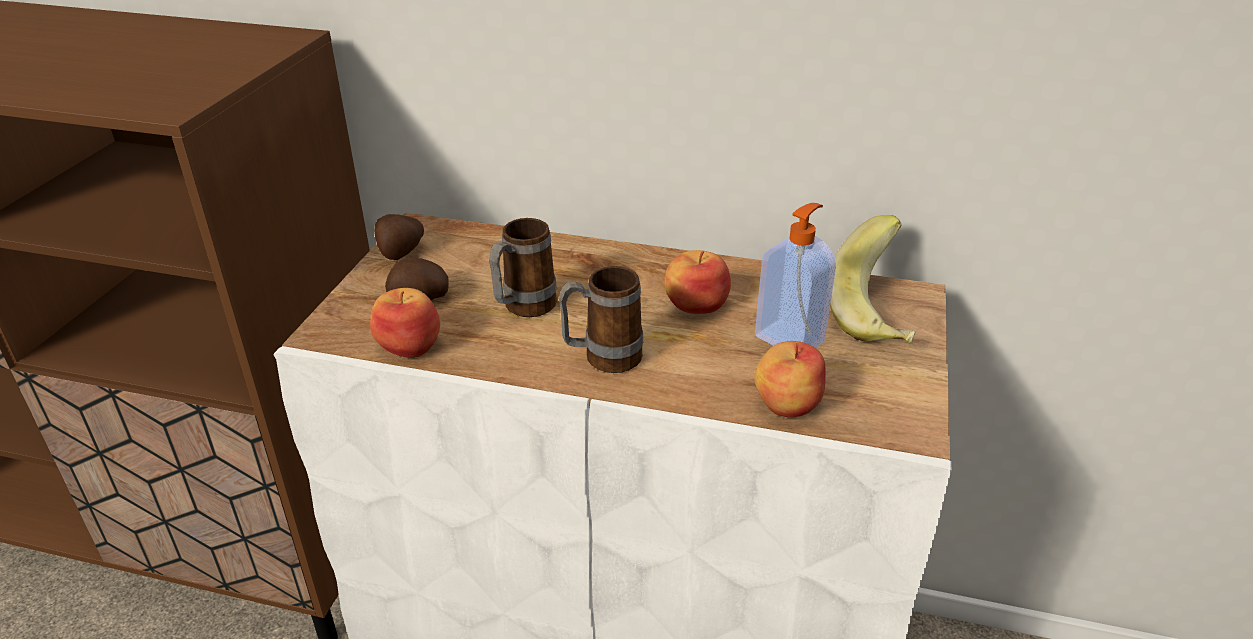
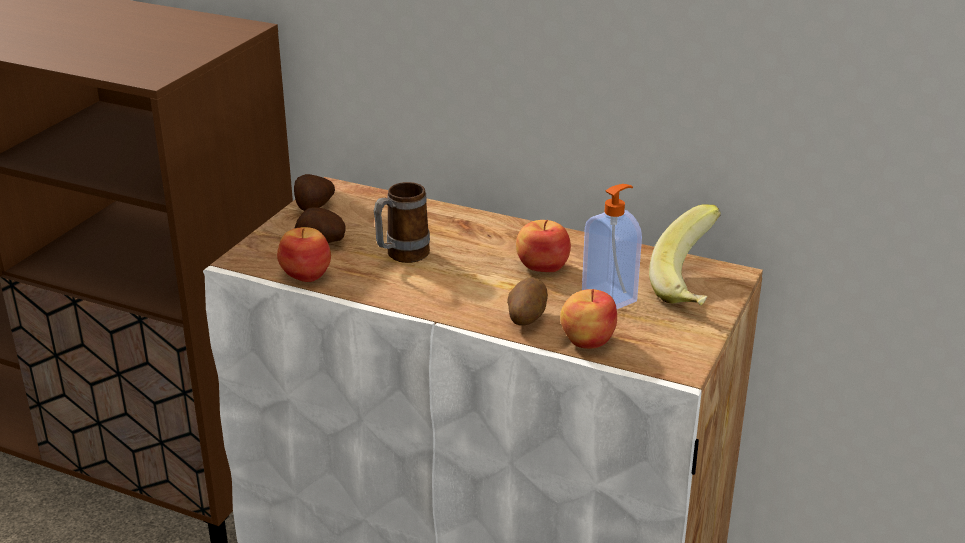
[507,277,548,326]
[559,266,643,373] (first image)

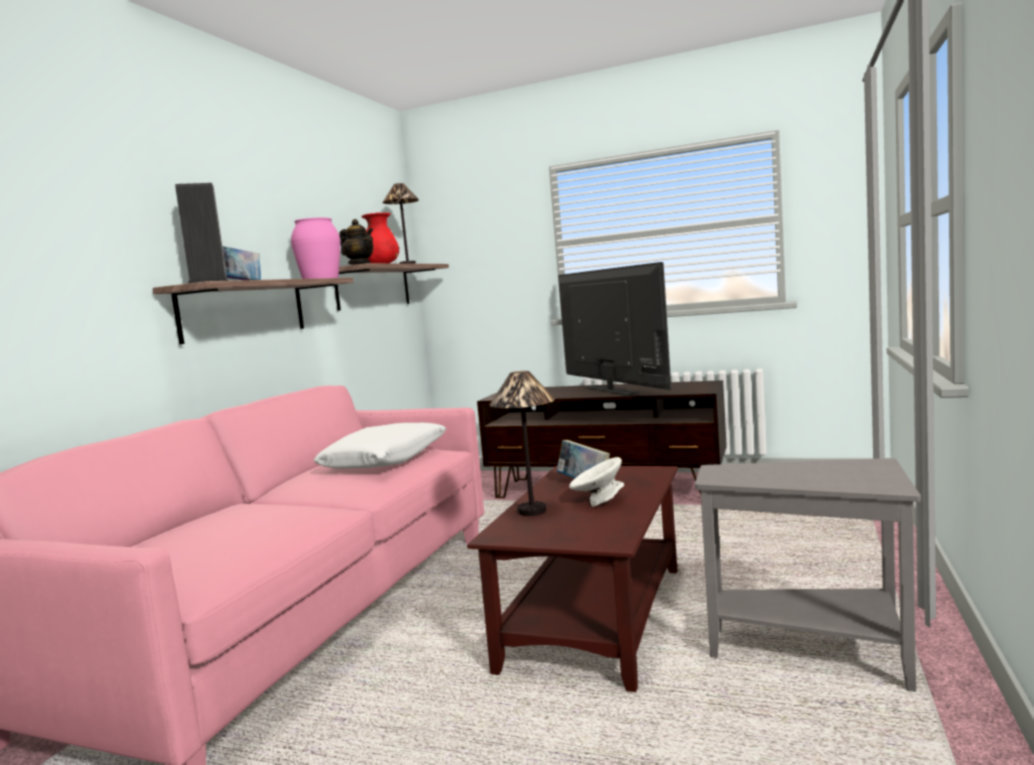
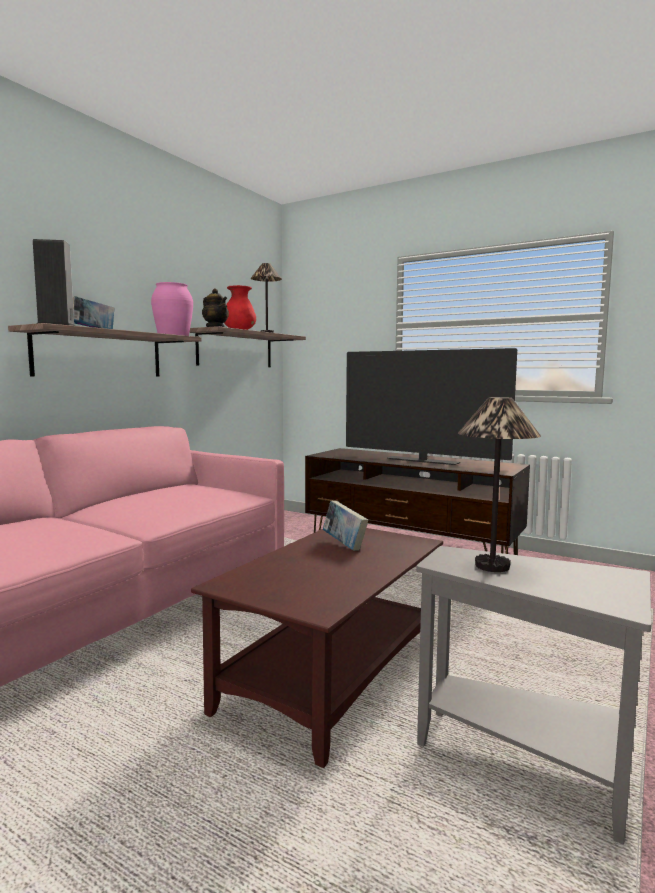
[346,348,517,465]
[458,397,541,572]
[313,423,447,469] (first image)
[569,457,624,507] (first image)

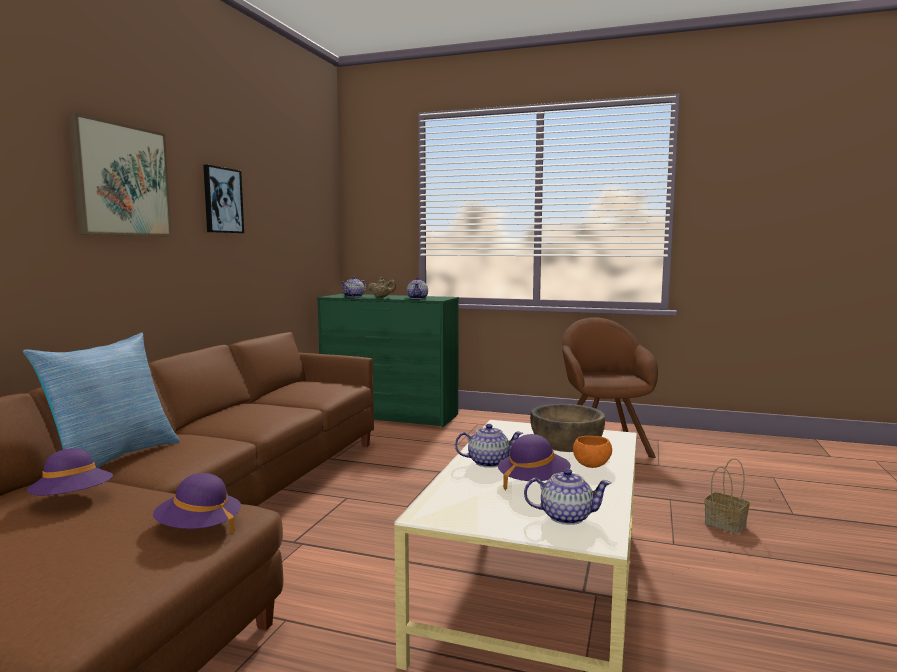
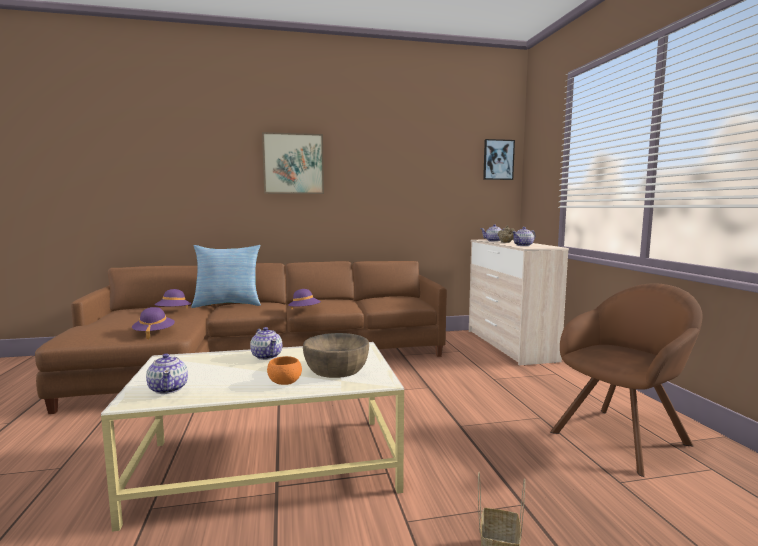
[288,289,321,309]
[469,239,569,366]
[483,139,515,180]

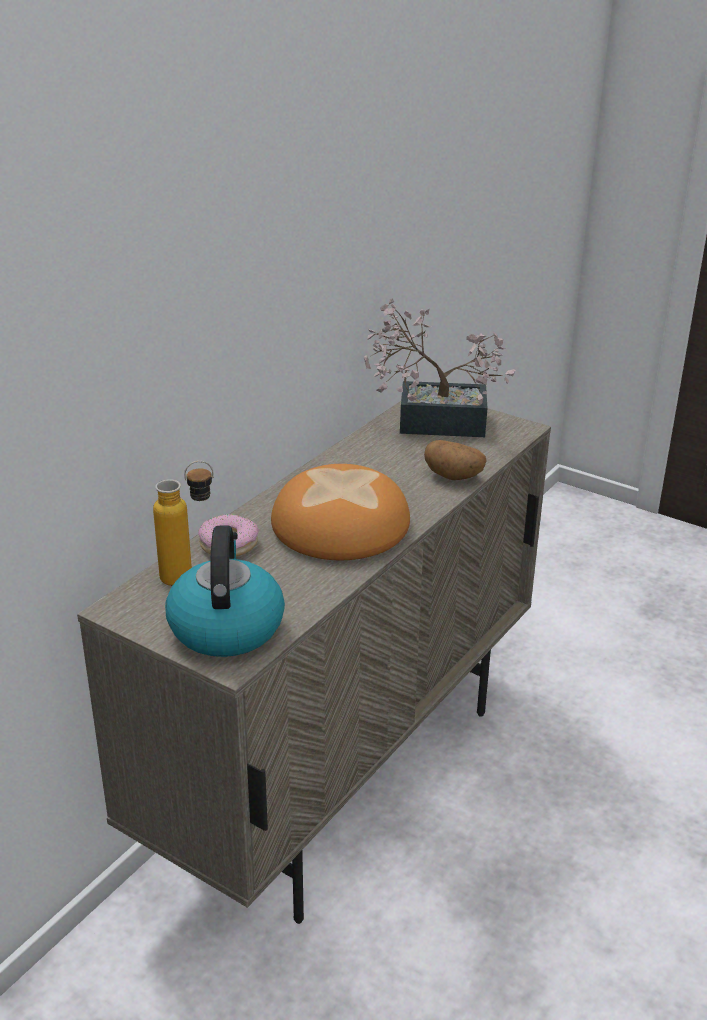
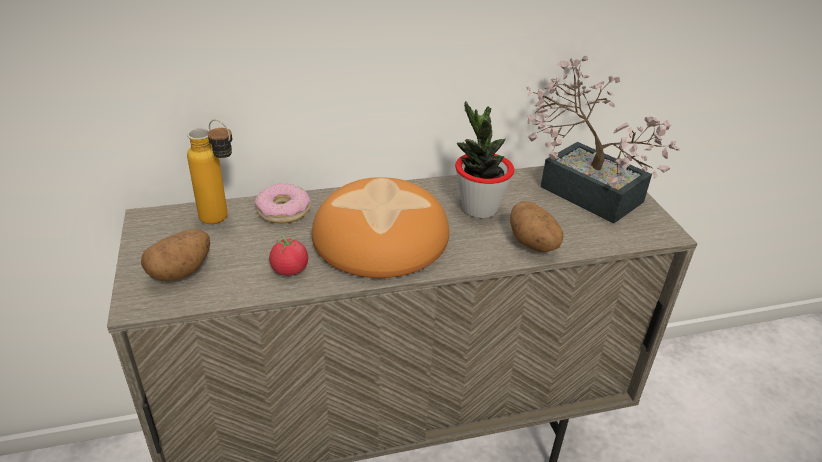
[141,229,210,281]
[269,234,308,276]
[455,101,514,218]

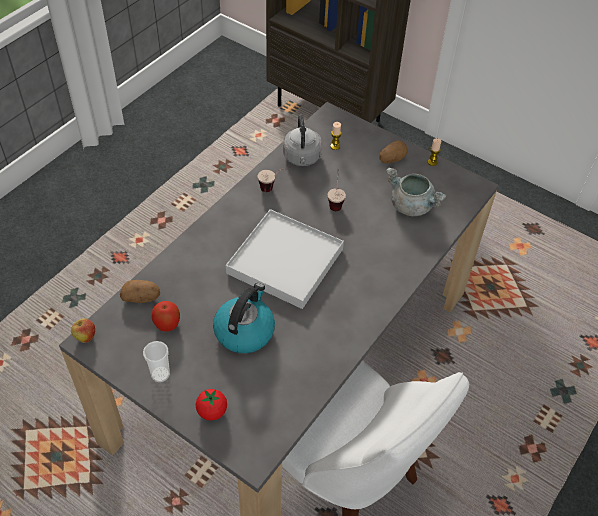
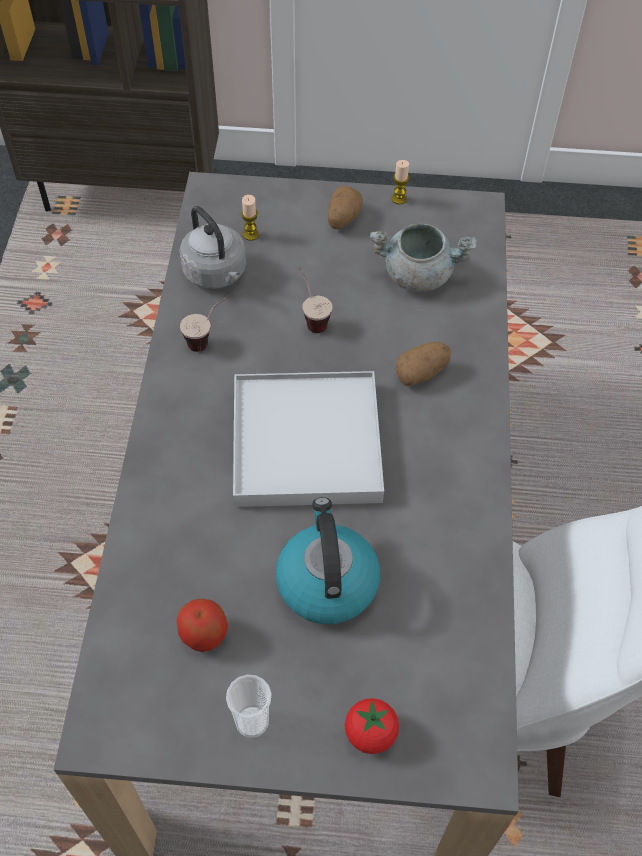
[396,342,451,386]
[71,318,95,343] (first image)

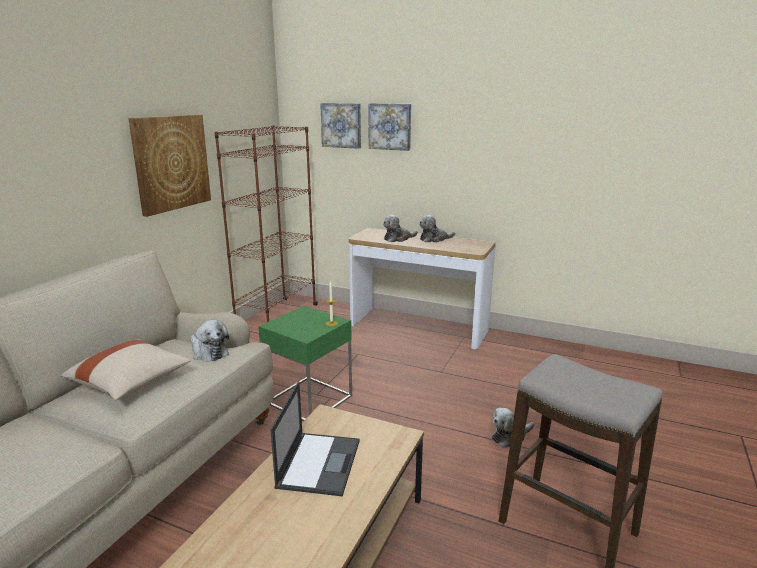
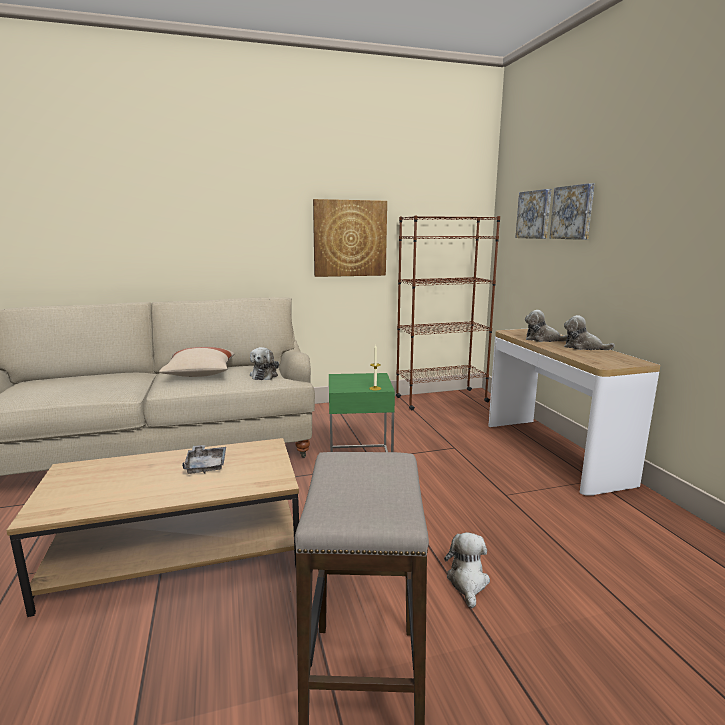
[182,445,226,474]
[444,532,490,608]

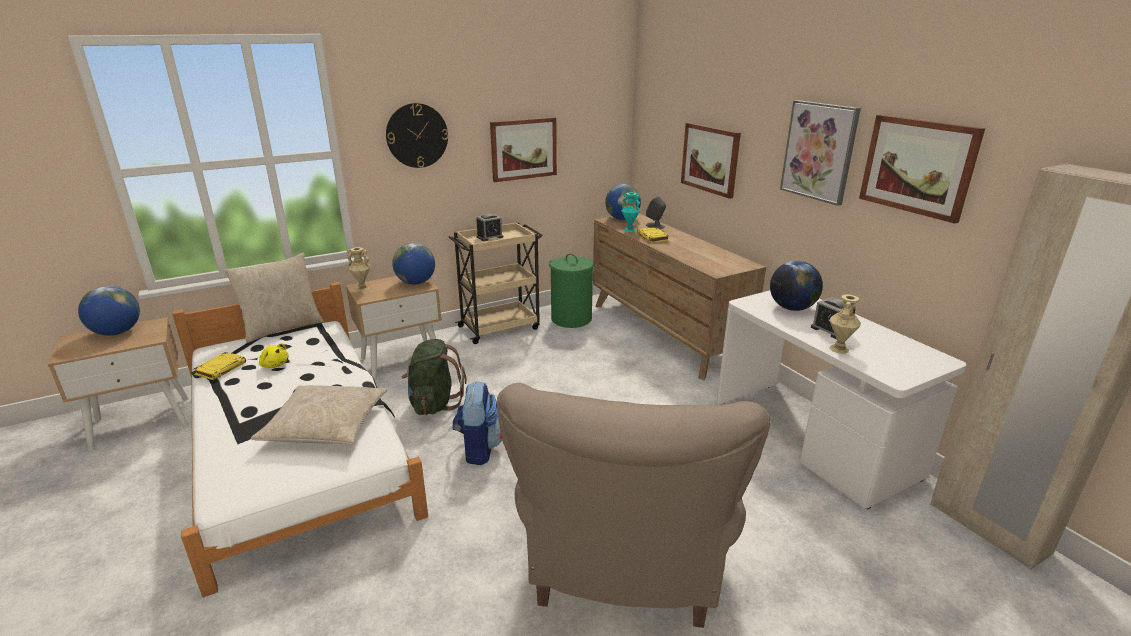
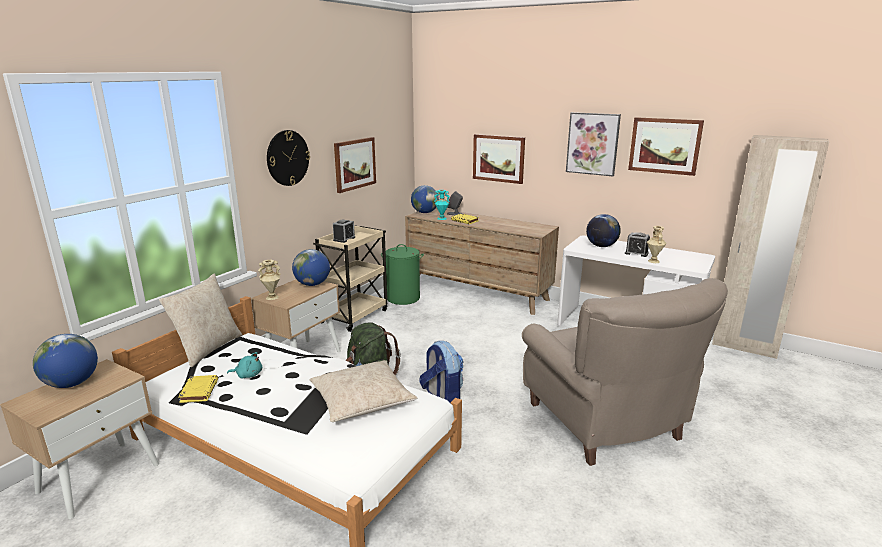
[227,352,262,379]

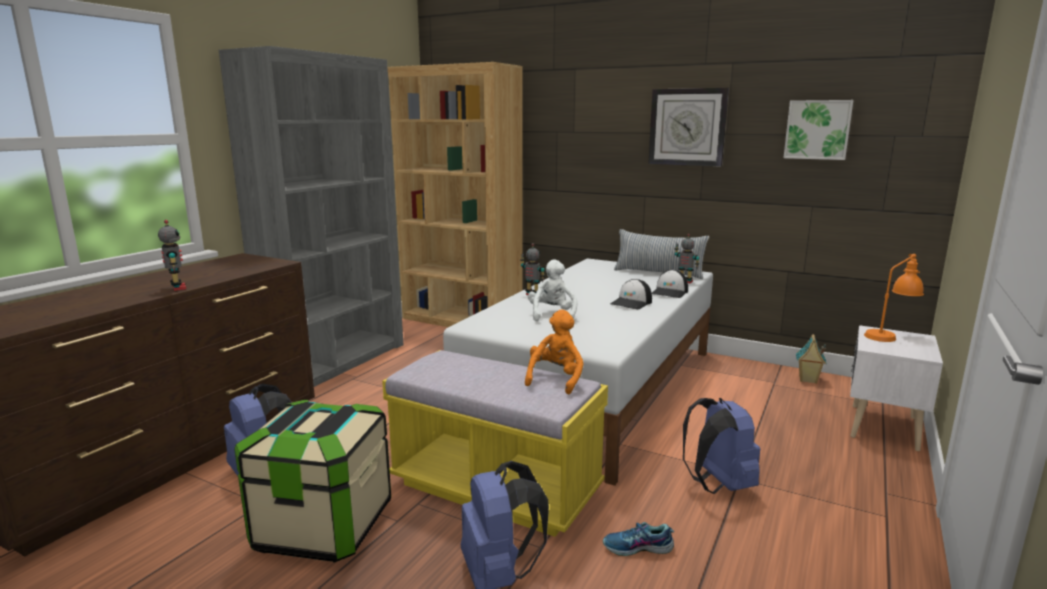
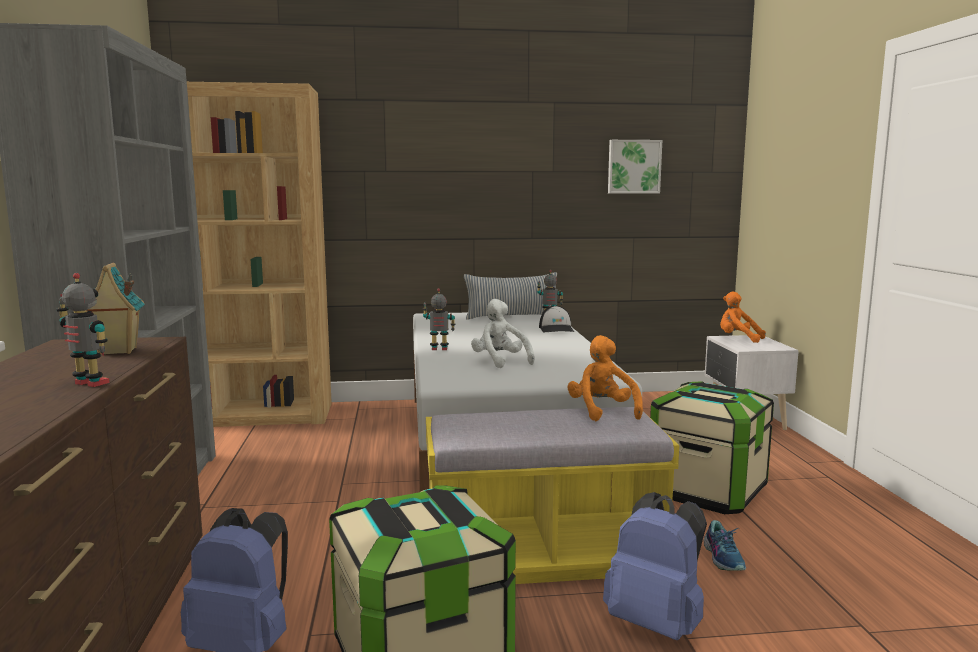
[87,262,145,355]
[650,381,774,514]
[704,520,746,571]
[720,291,766,343]
[610,279,652,309] (first image)
[648,88,729,167] (first image)

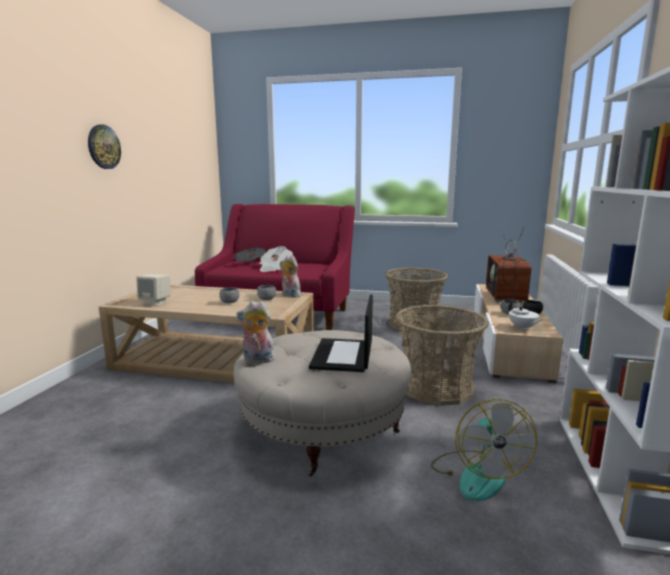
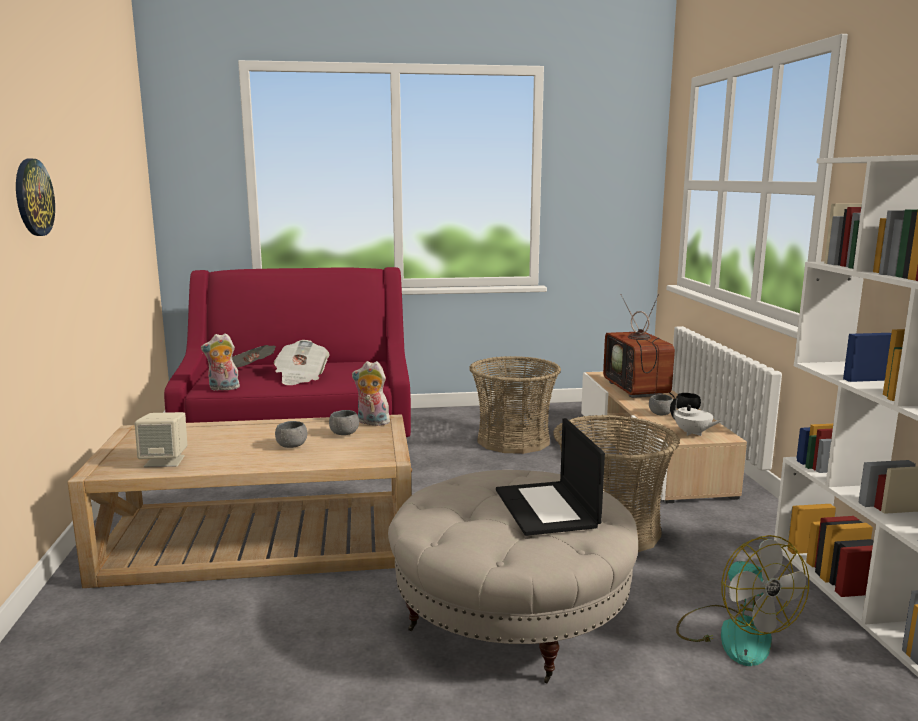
[201,333,241,391]

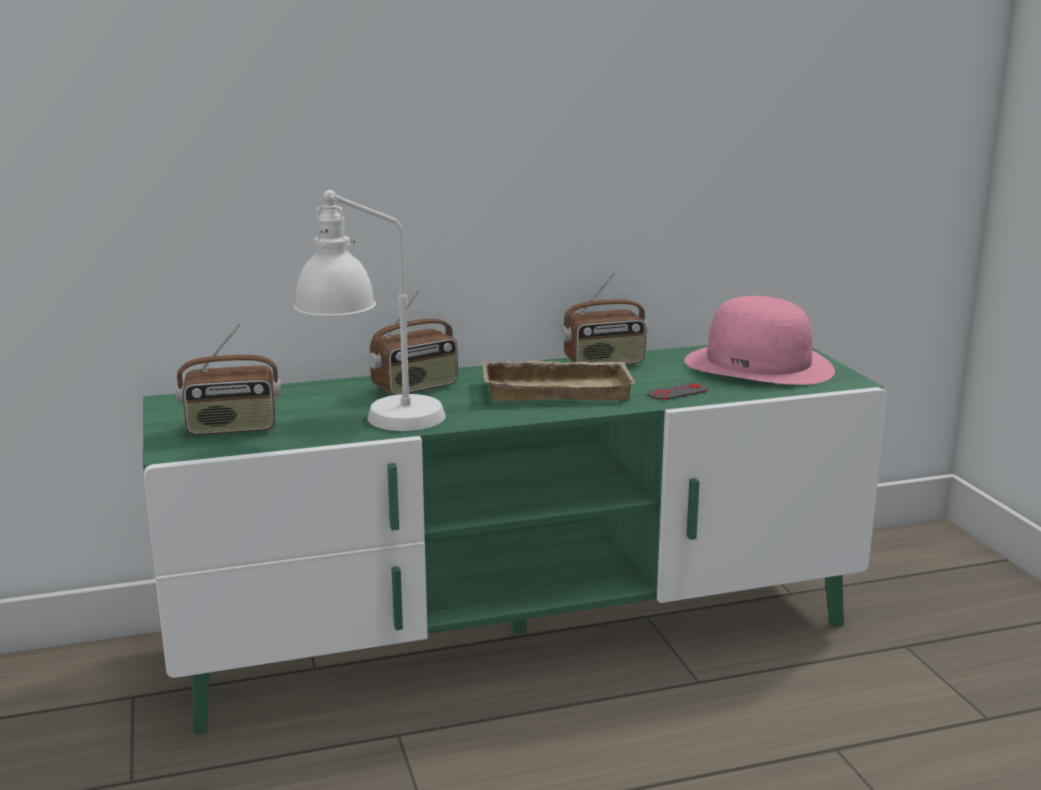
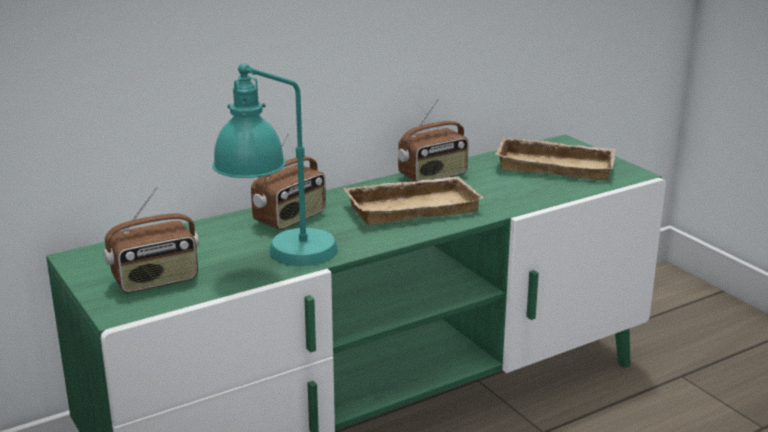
[212,63,338,266]
[495,137,616,180]
[648,382,708,400] (first image)

